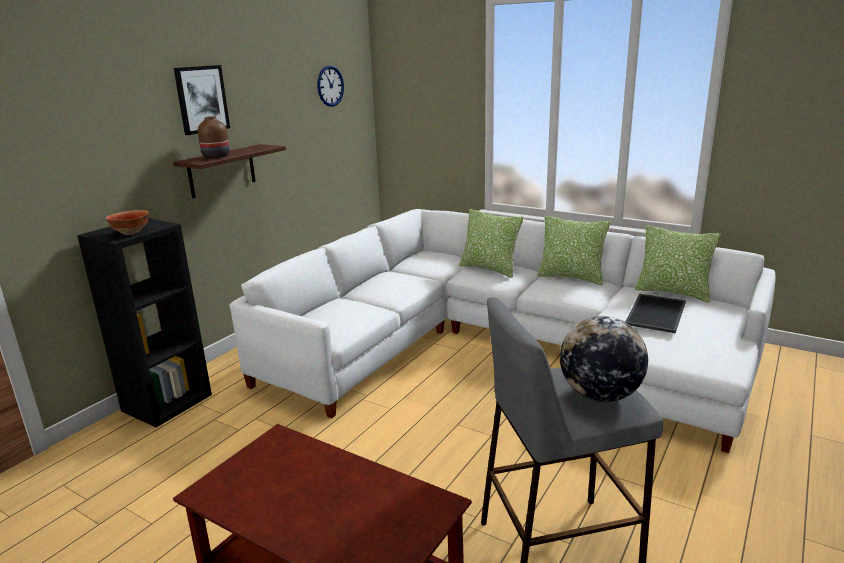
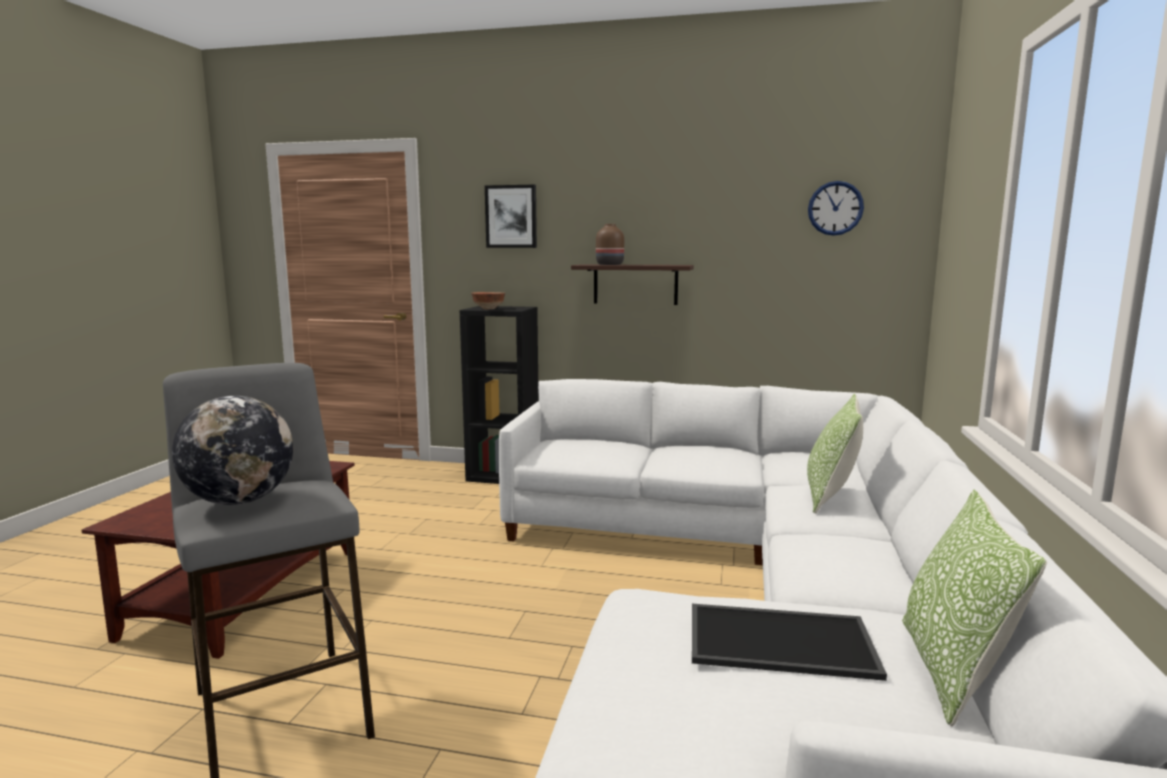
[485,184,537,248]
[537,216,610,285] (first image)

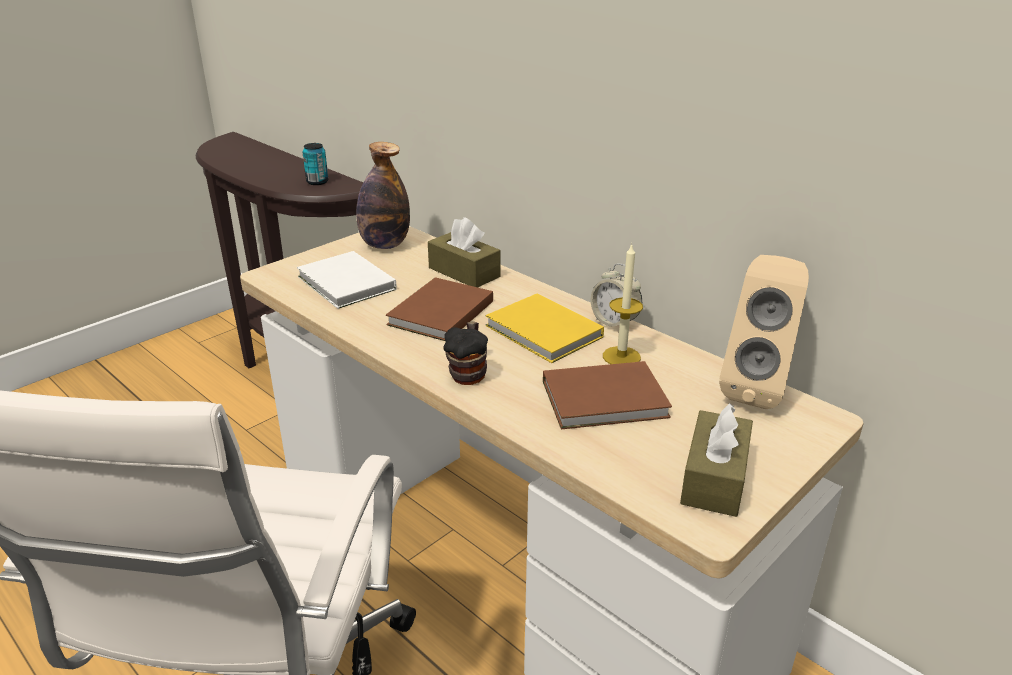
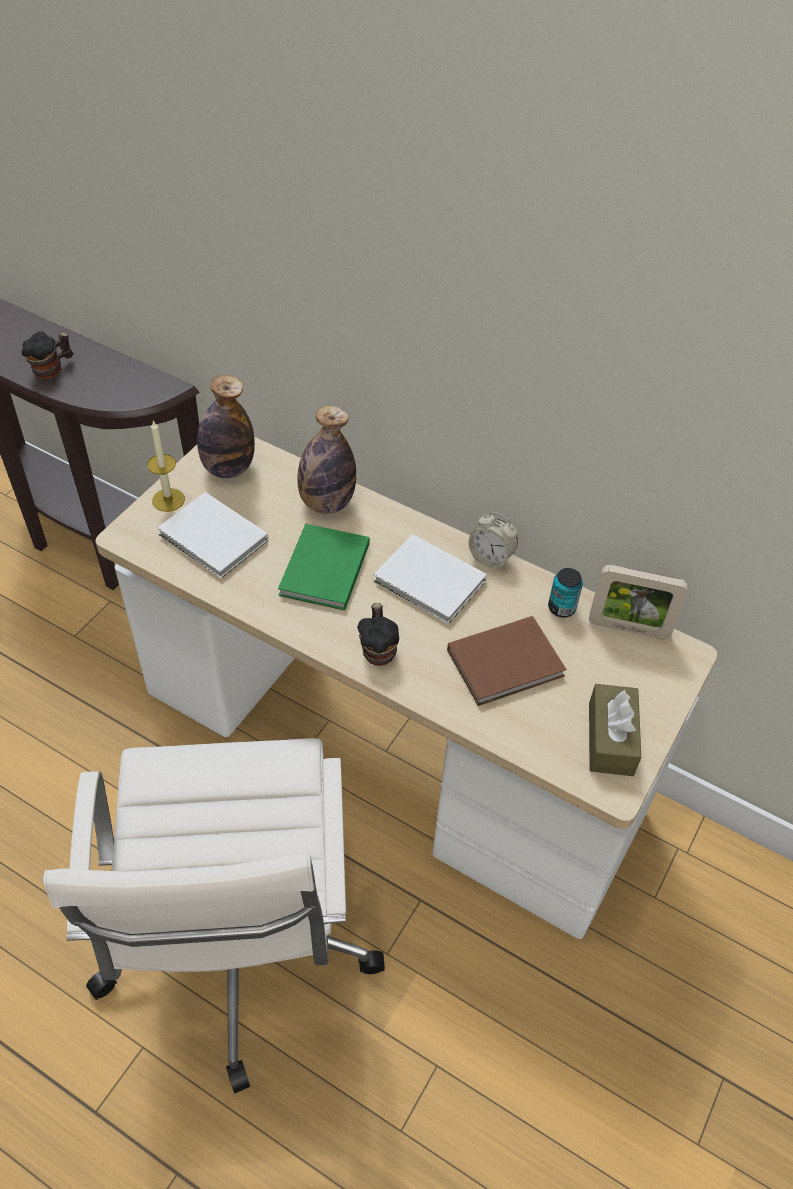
[22,331,74,379]
[147,420,185,512]
[278,524,370,610]
[297,406,356,514]
[373,534,487,624]
[548,568,583,617]
[589,565,688,639]

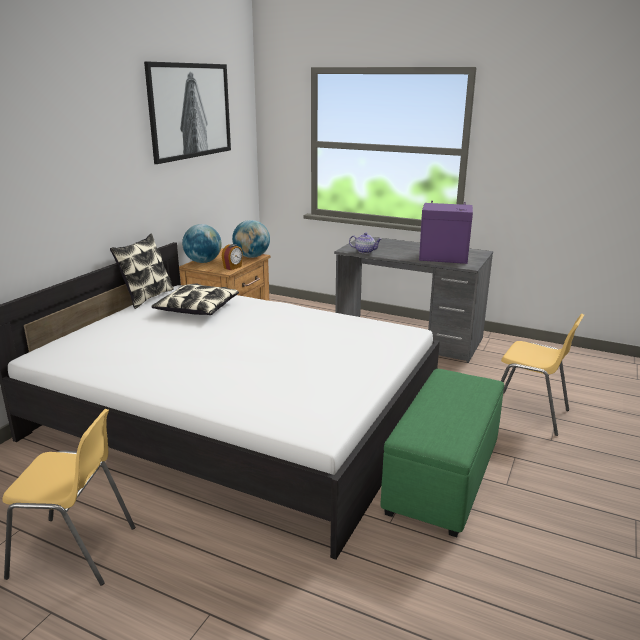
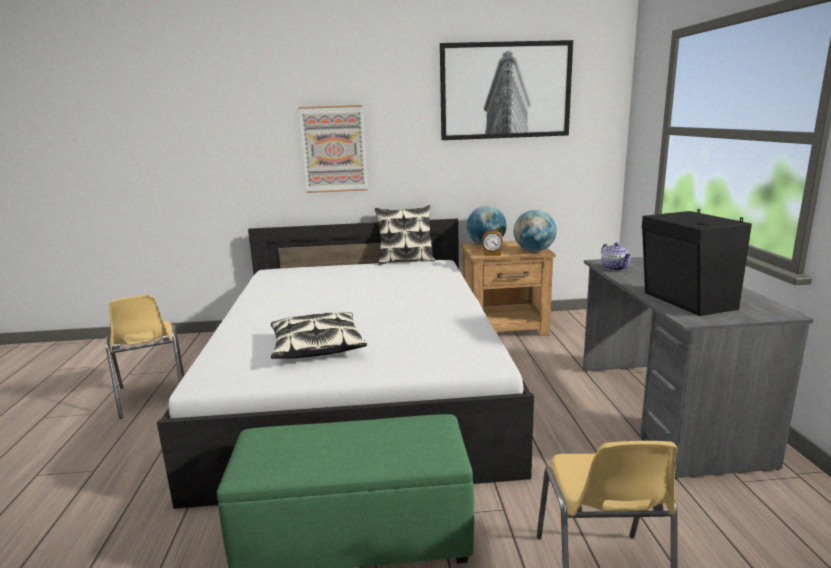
[271,312,367,359]
[299,105,368,193]
[642,209,752,316]

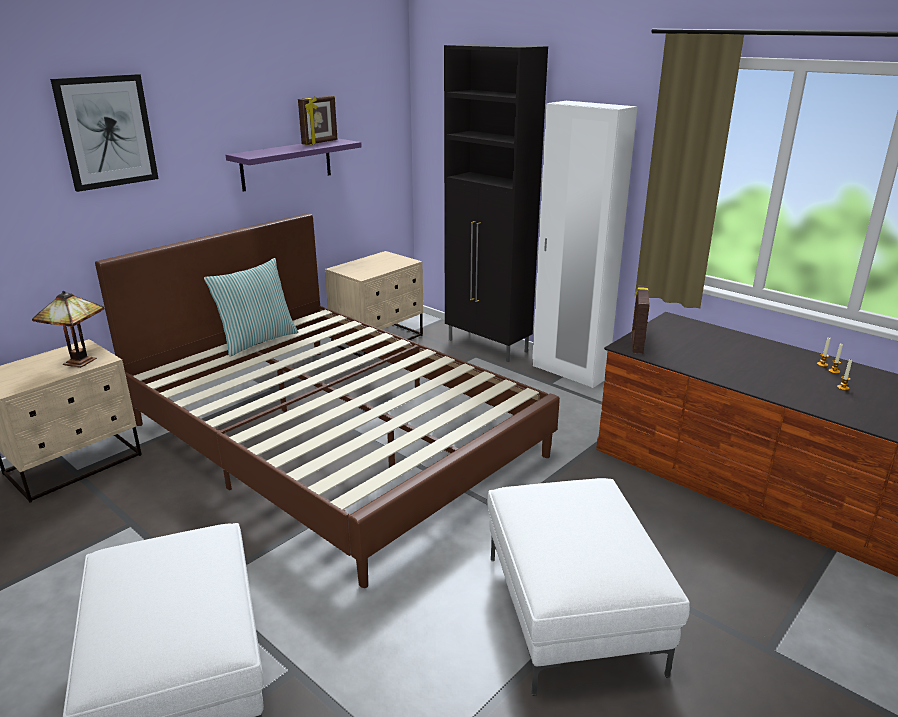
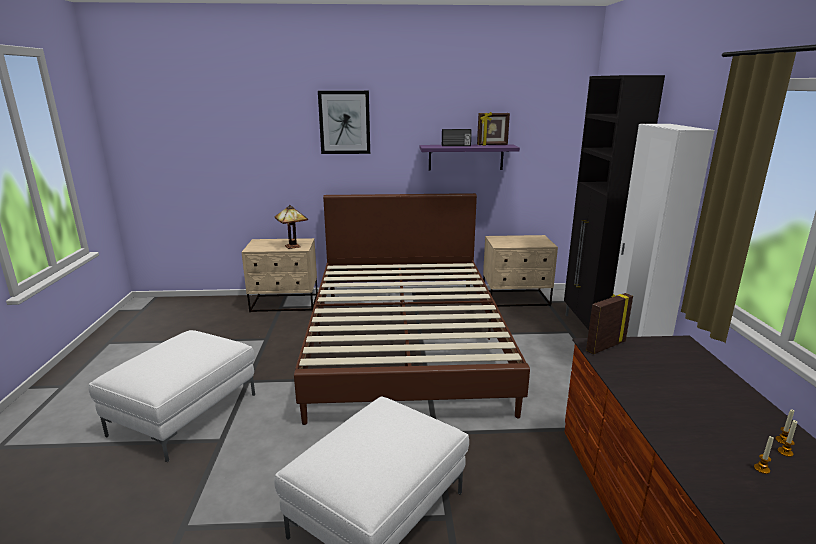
[442,129,472,146]
[204,258,299,357] (first image)

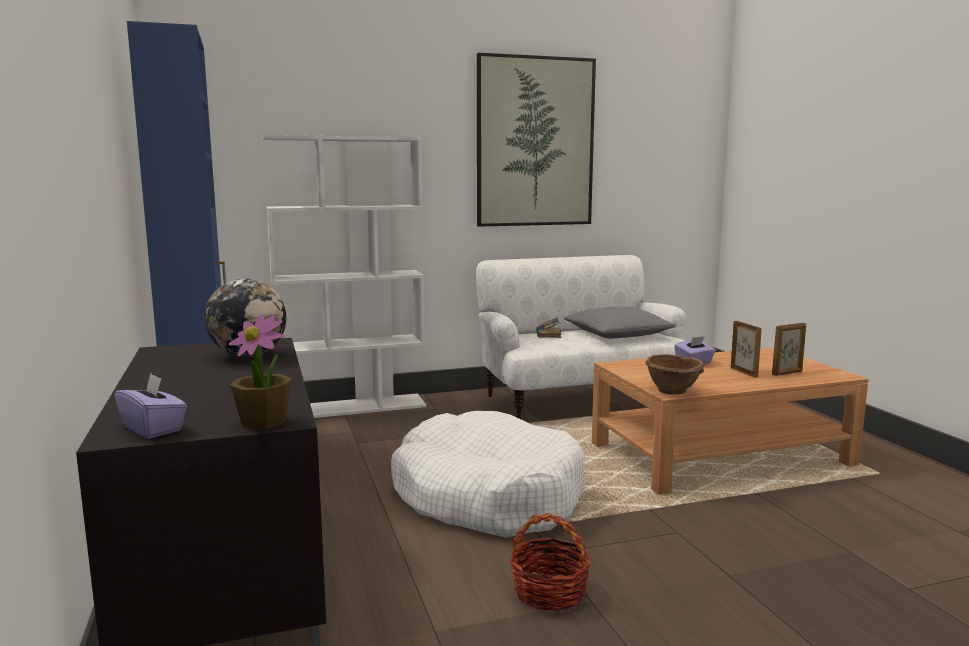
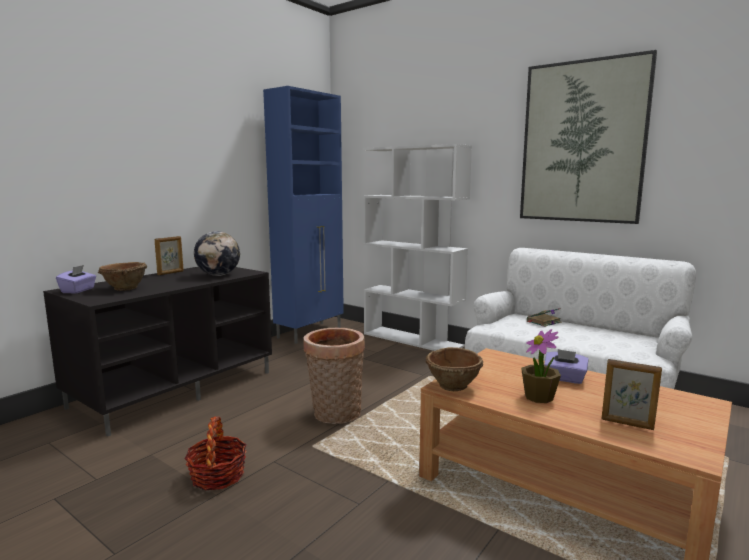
[98,262,147,291]
[155,236,184,275]
[303,328,365,424]
[521,329,561,403]
[564,306,676,338] (first image)

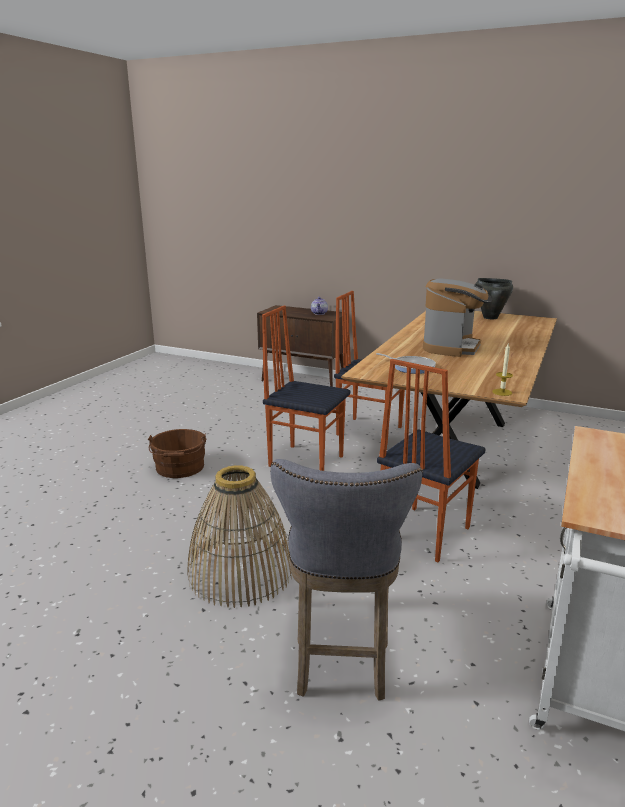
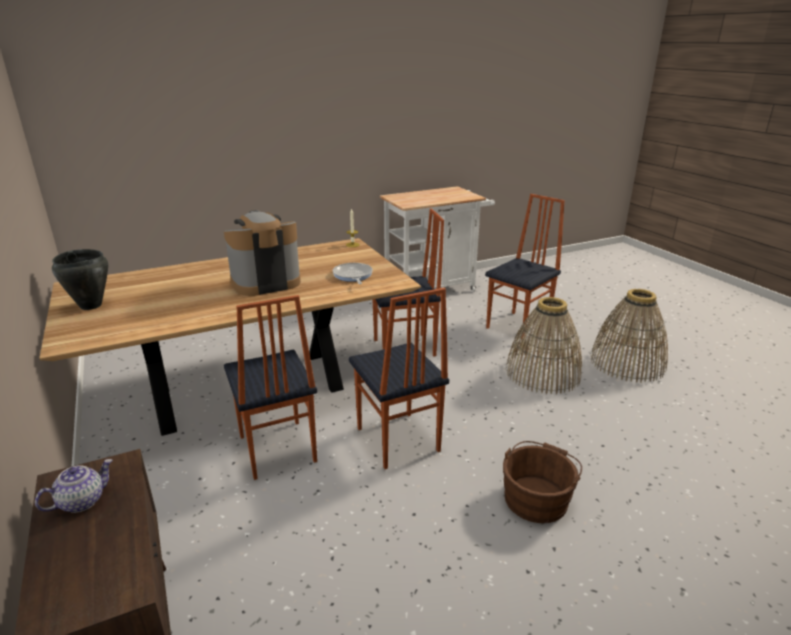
[485,194,565,338]
[590,289,668,383]

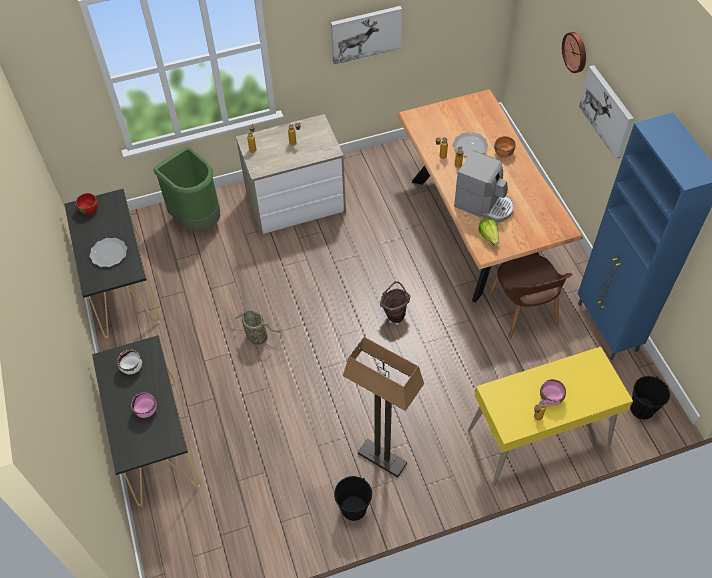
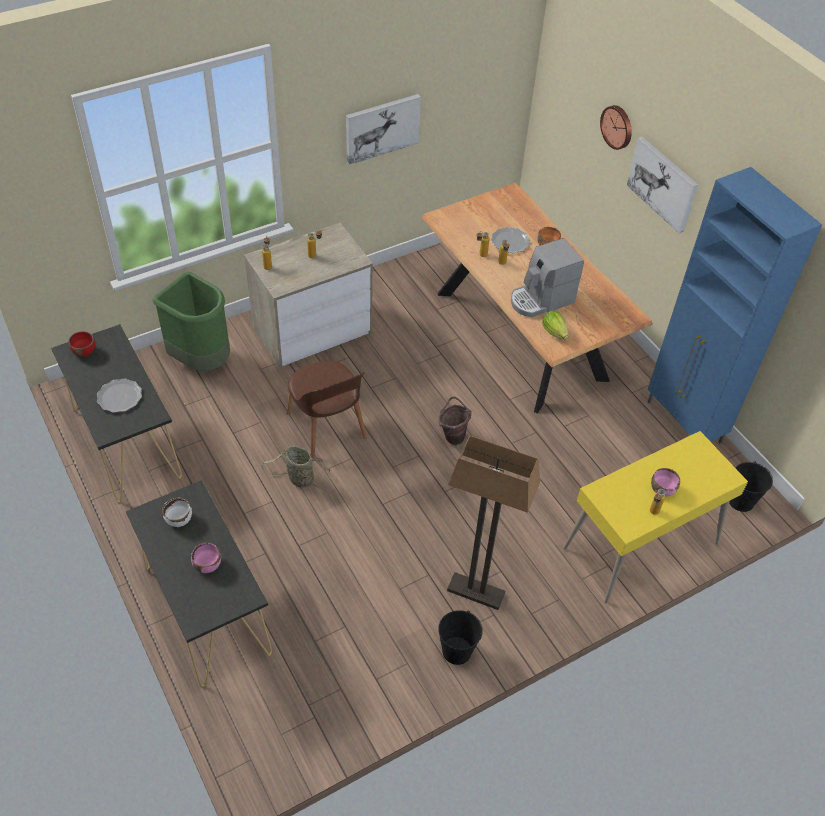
[286,361,367,459]
[511,238,584,317]

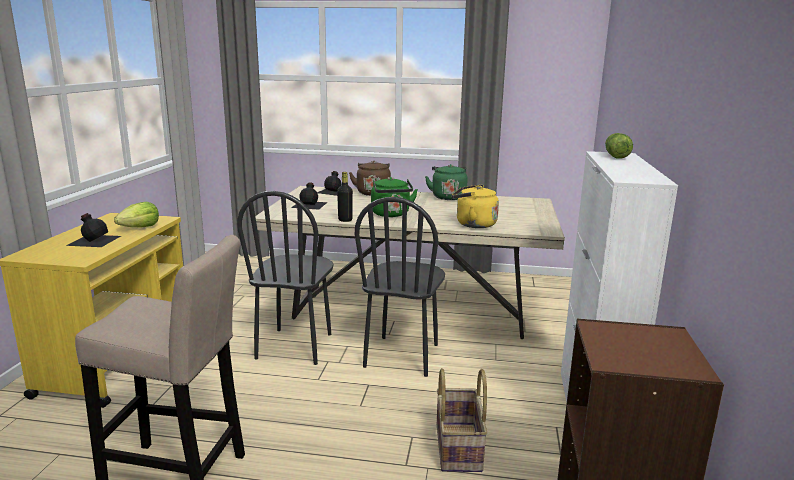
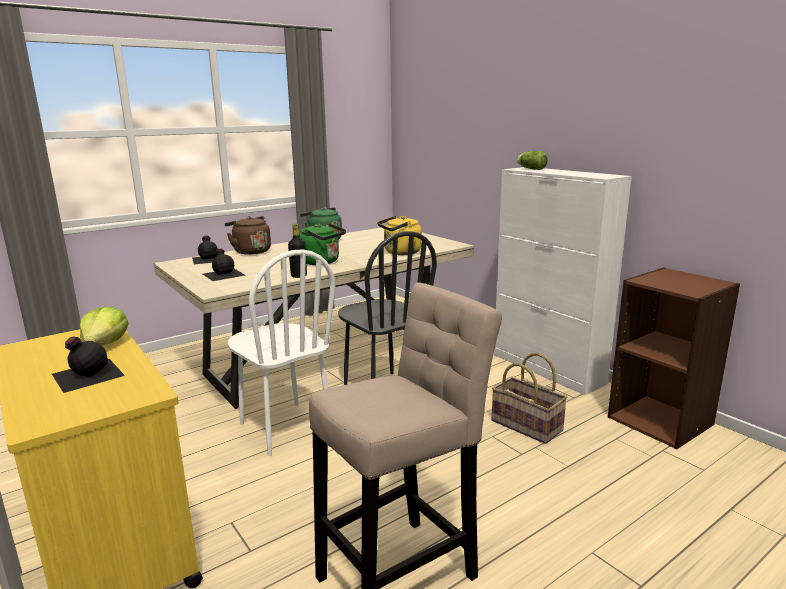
[228,249,335,456]

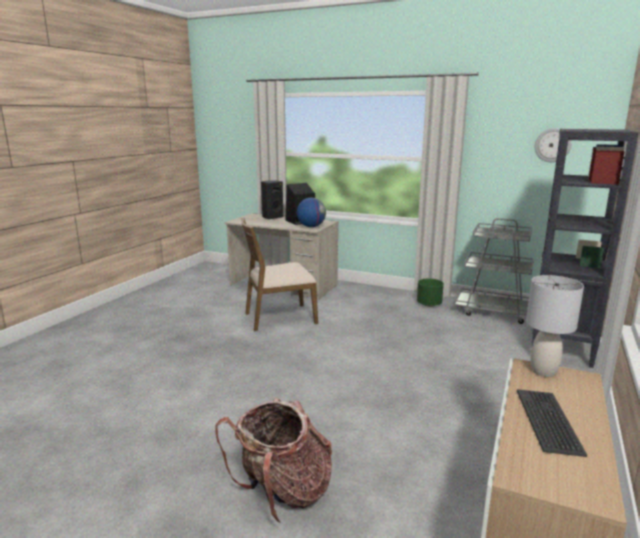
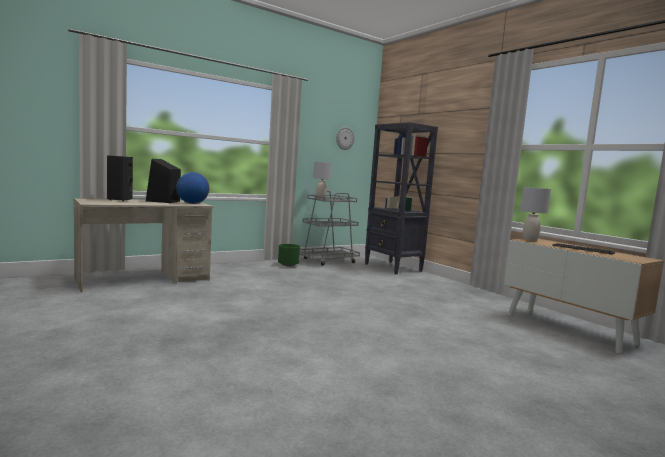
[313,162,332,199]
[215,398,332,523] (first image)
[241,218,318,331] (first image)

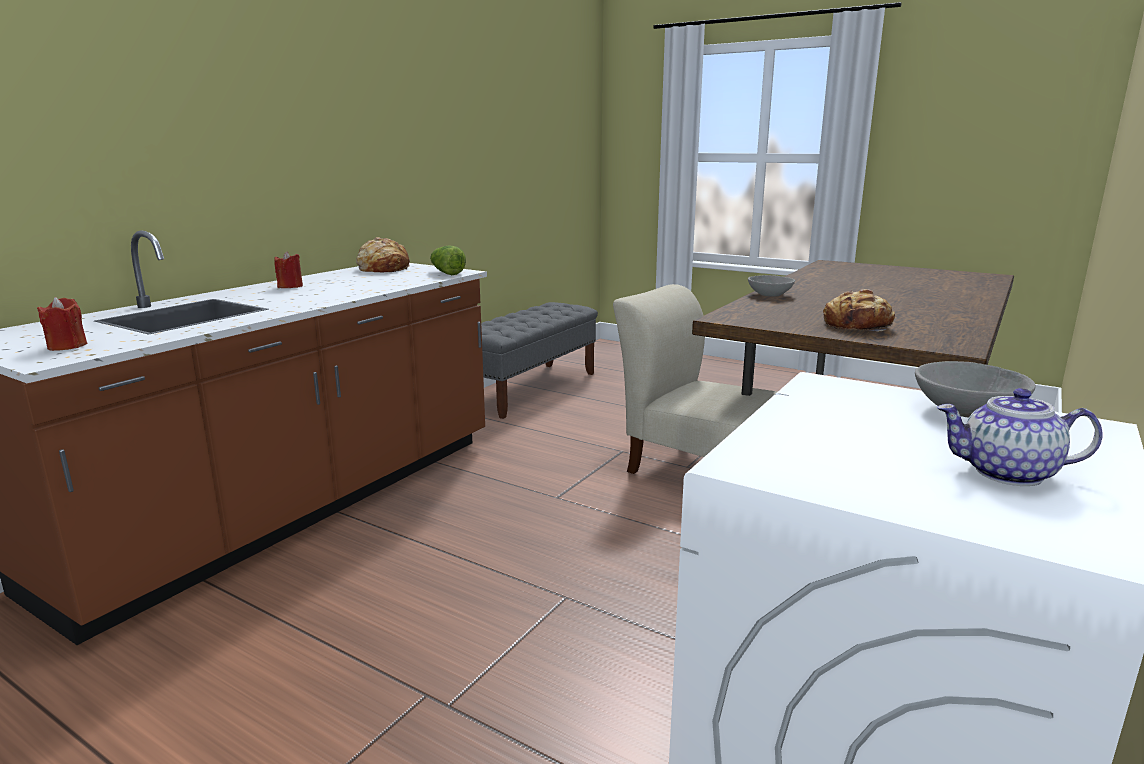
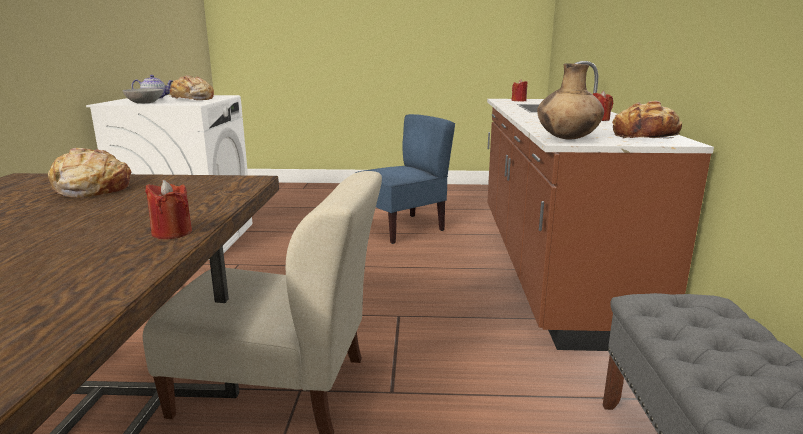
[145,180,192,239]
[169,75,214,100]
[356,114,455,244]
[537,63,604,139]

